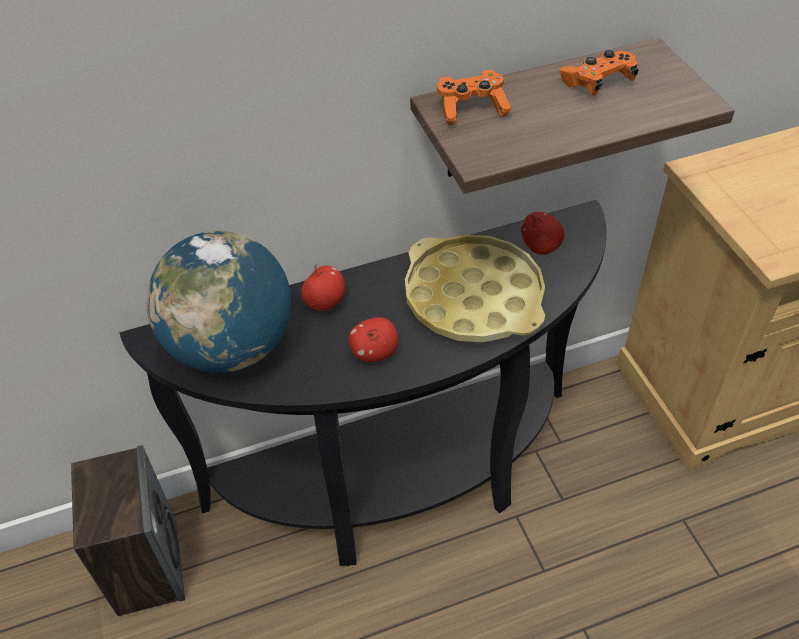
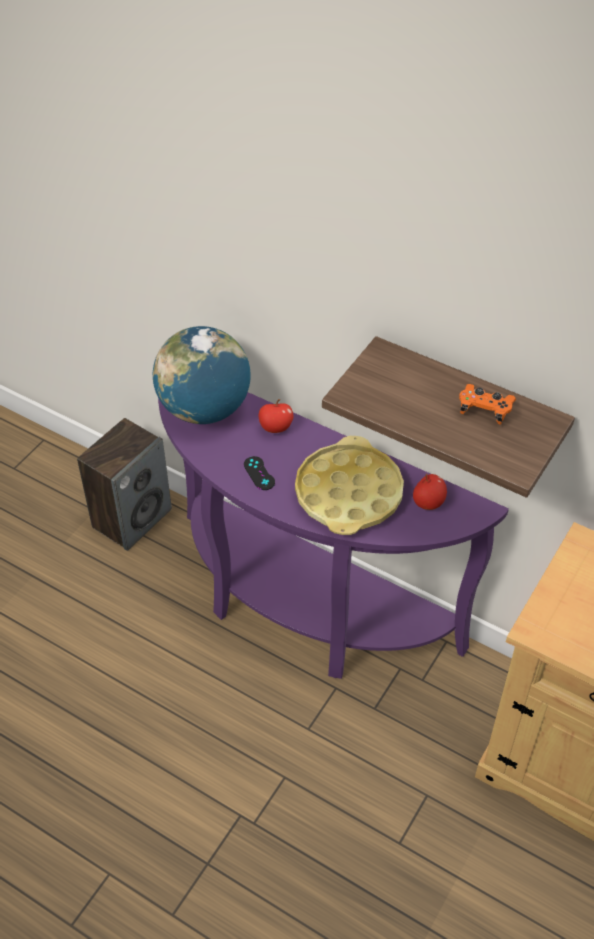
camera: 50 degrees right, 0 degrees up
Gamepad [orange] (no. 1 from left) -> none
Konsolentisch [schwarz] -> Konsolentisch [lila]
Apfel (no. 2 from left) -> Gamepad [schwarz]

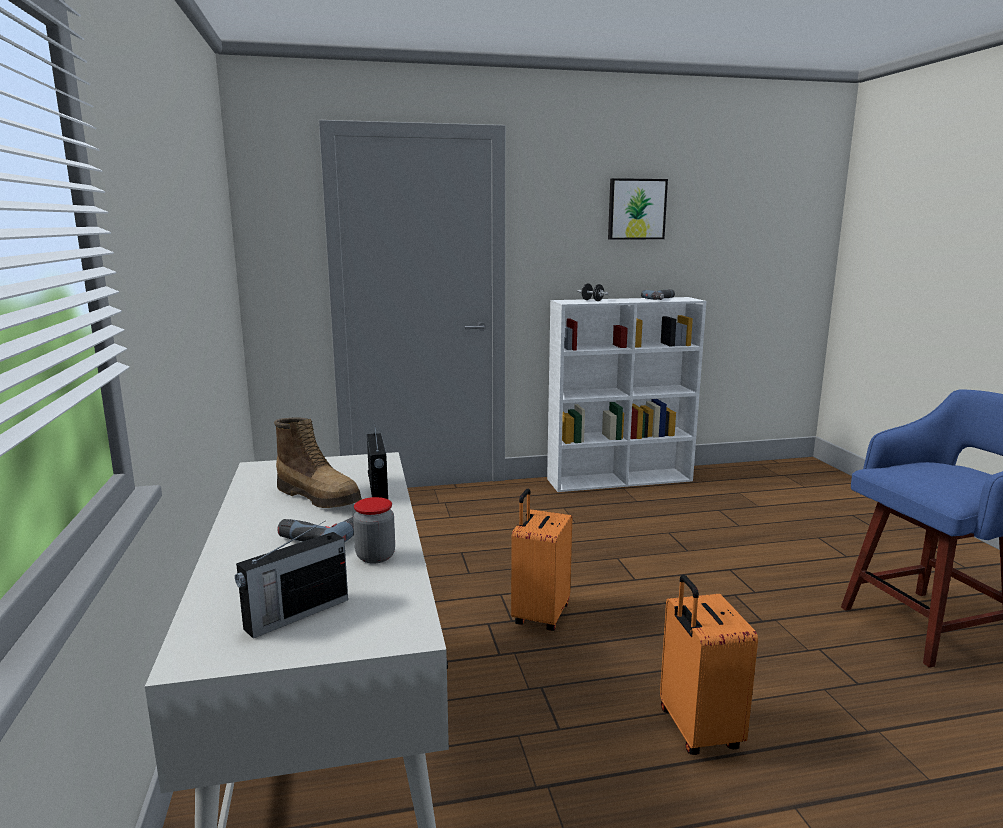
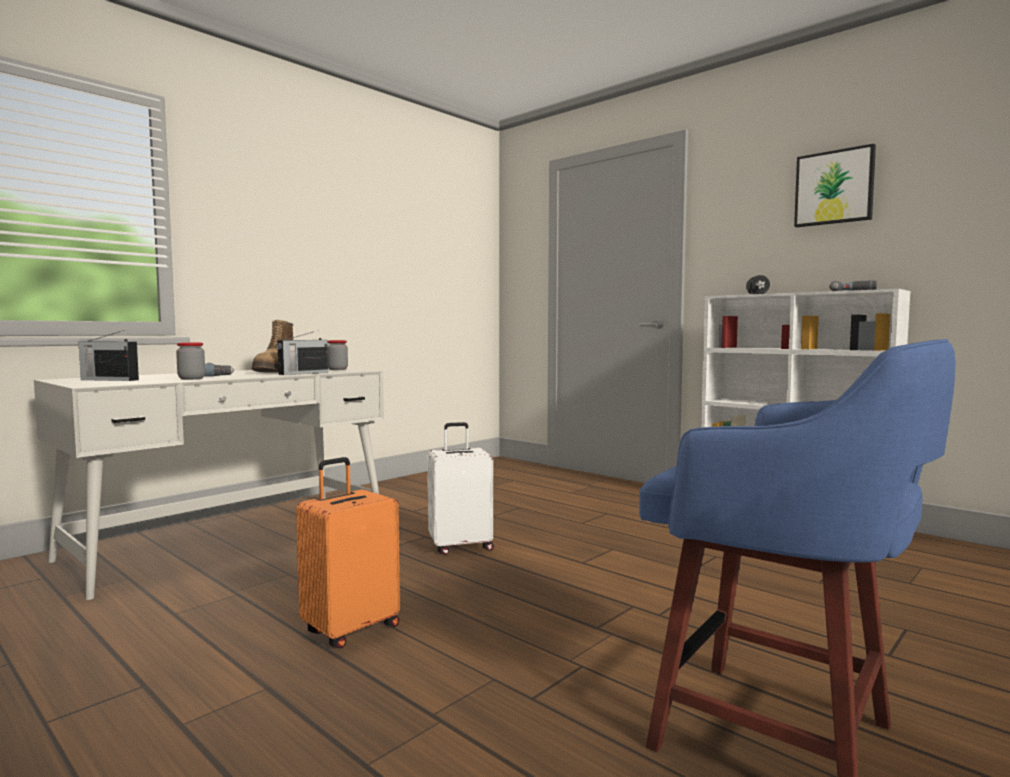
camera: 55 degrees right, 10 degrees down
Koffer [orange] (no. 1 from left) -> Koffer [weiß]
none -> Vorratsglas (no. 2 from left)

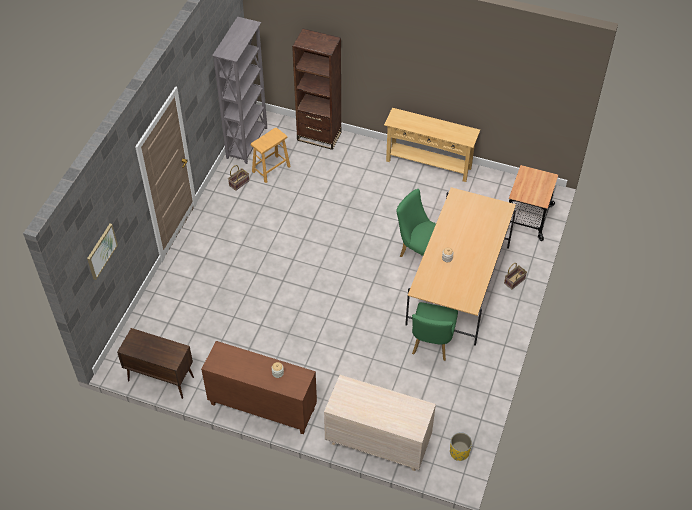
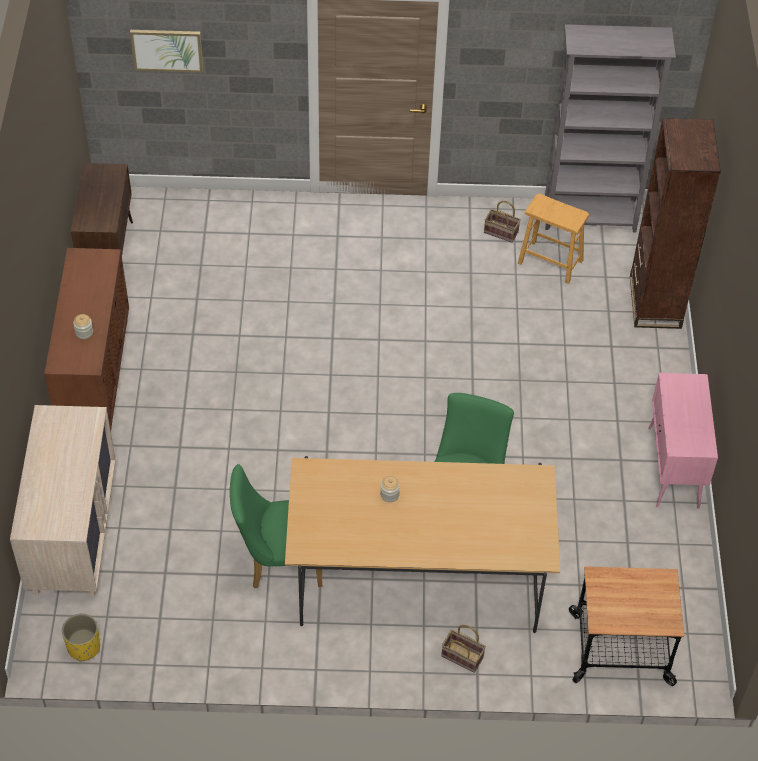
camera: 70 degrees right, 0 degrees up
Konsolentisch [beige] -> Schrank [rosa]

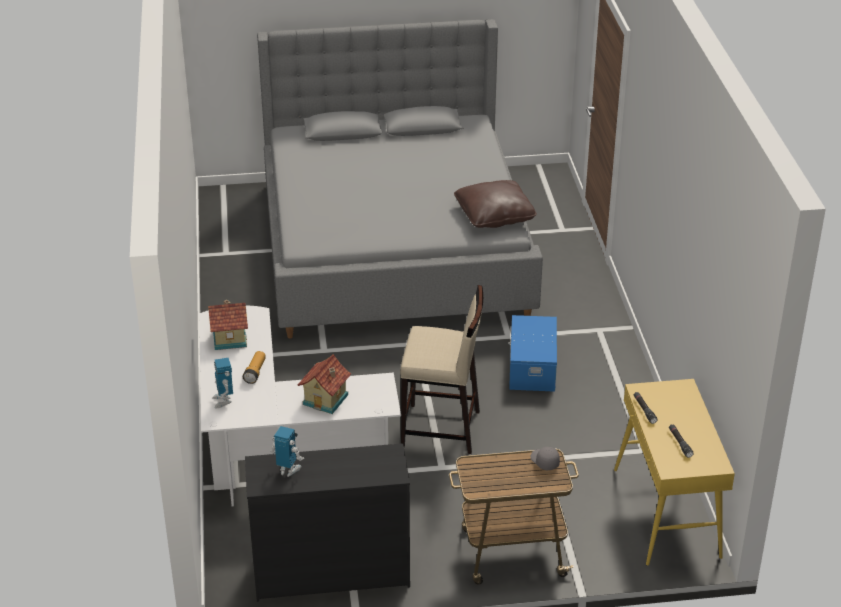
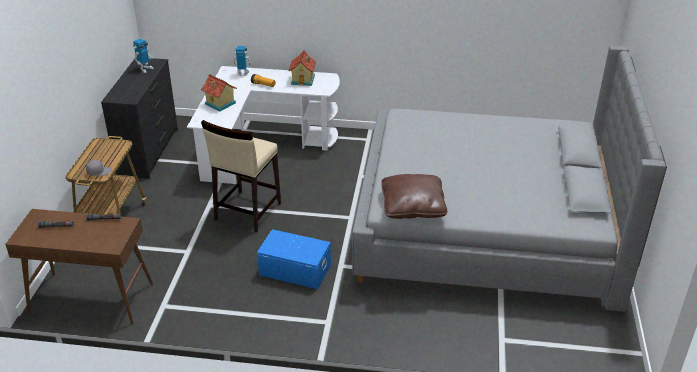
camera: 105 degrees right, 0 degrees up
Konsolentisch [gelb] -> Konsolentisch [braun]

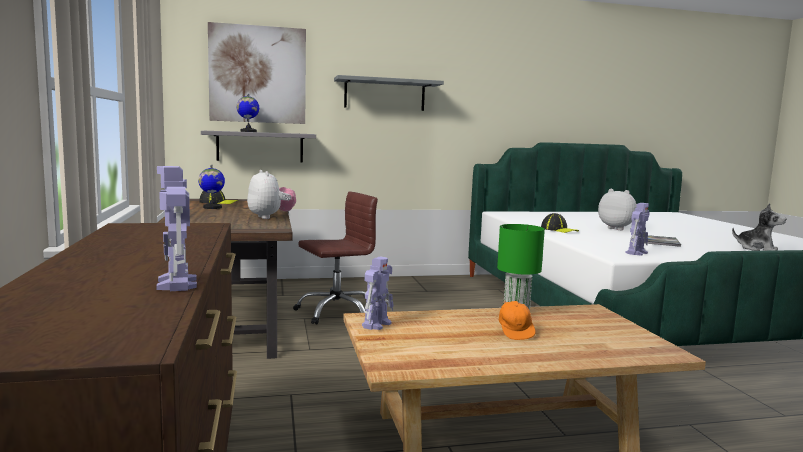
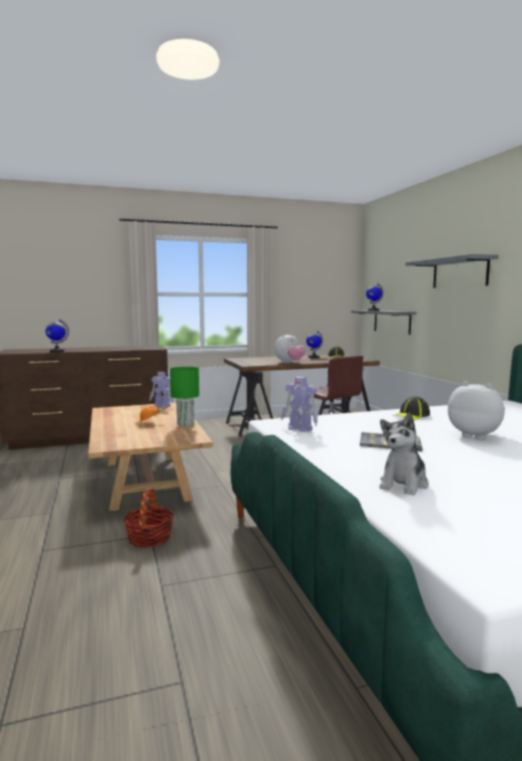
camera: 85 degrees right, 0 degrees up
Bild -> none
Spielzeugroboter (no. 1 from left) -> Globus (no. 1 from left)
Plüschtier (no. 2 from left in the first image) -> Plüschtier (no. 3 from left), 90 degrees counterclockwise
none -> Korb

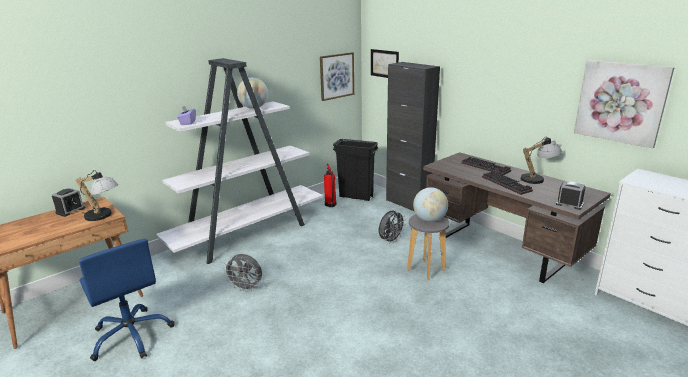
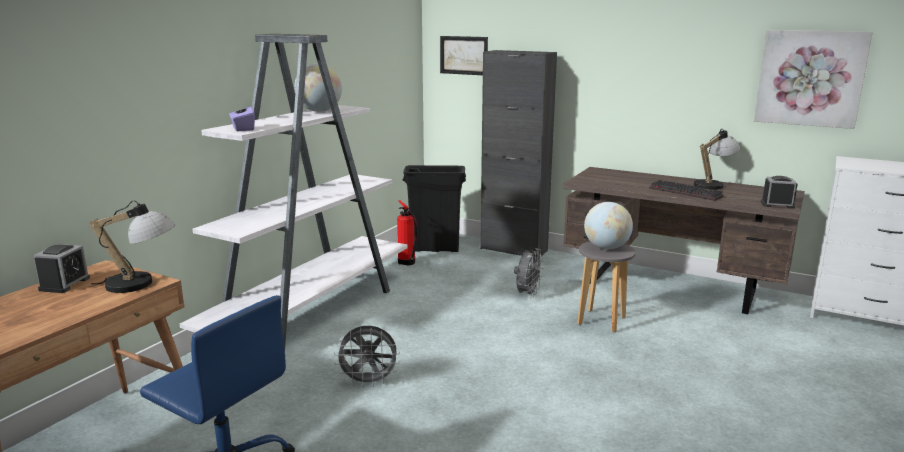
camera: 20 degrees left, 5 degrees down
Bild (no. 1 from left) -> none
Tastatur (no. 1 from left) -> none

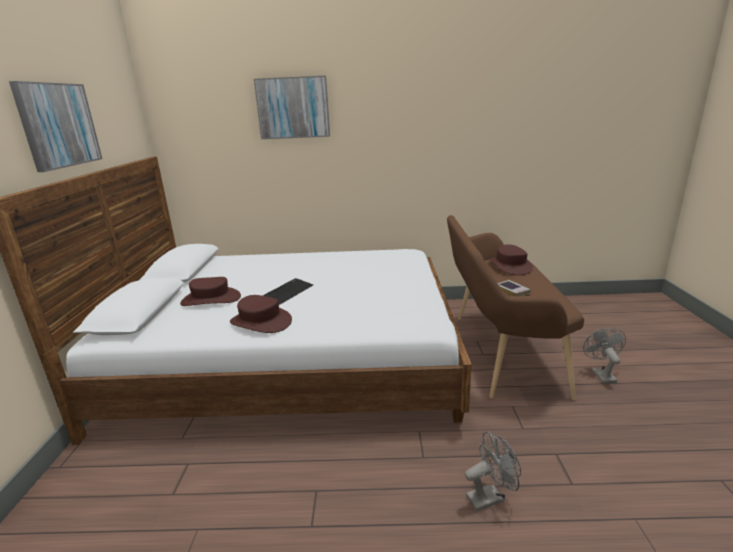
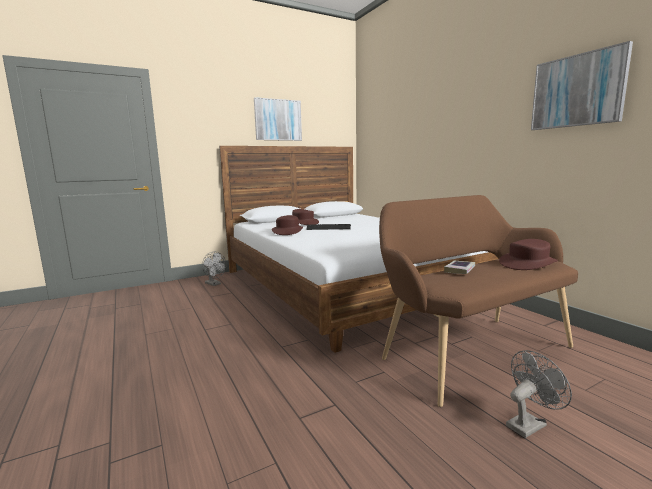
camera: 60 degrees right, 10 degrees down
Bild (no. 2 from left), shifted
Ventilator [grau] (no. 1 from left), shifted

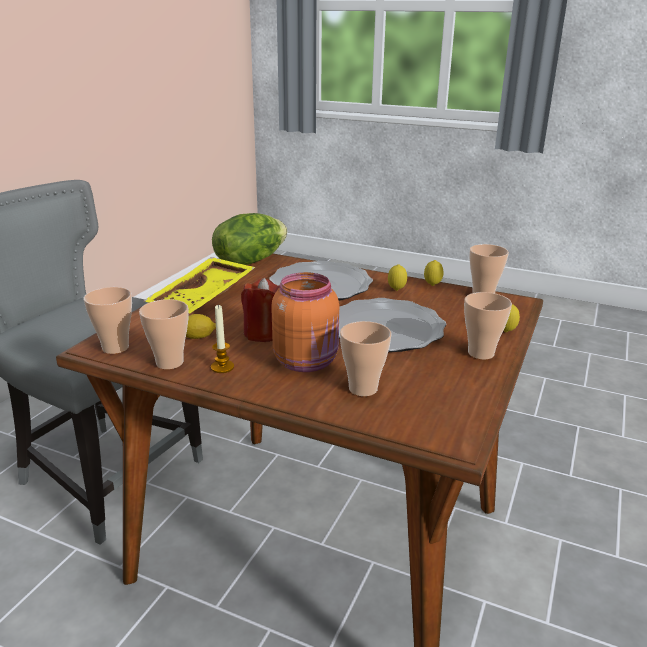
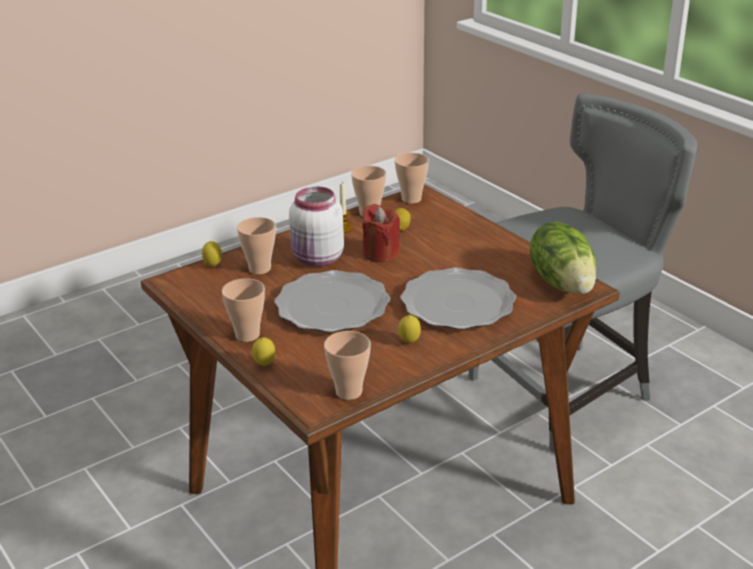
camera: 120 degrees right, 5 degrees up
Tablett [gelb] -> none
Zitrone (no. 3 from left in the first image) -> Zitrone (no. 1 from left), shifted
Vorratsglas [orange] -> Vorratsglas [weiß]

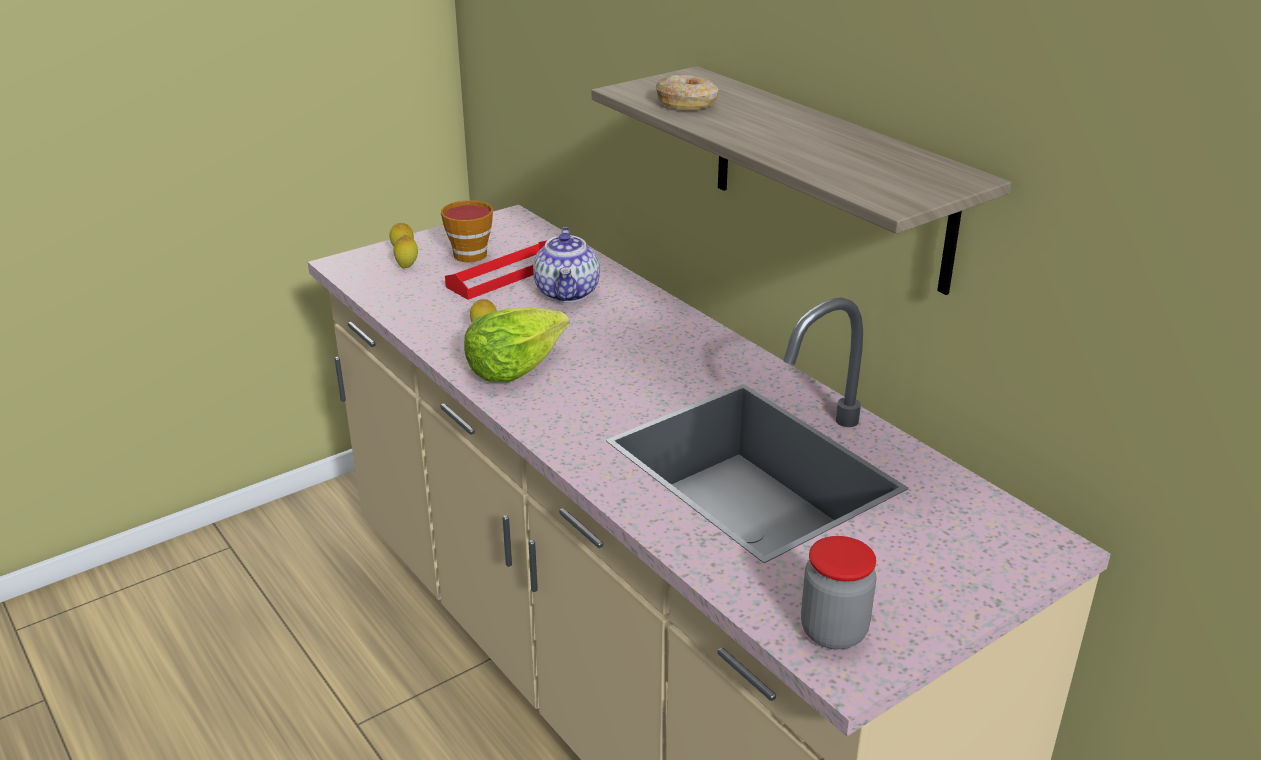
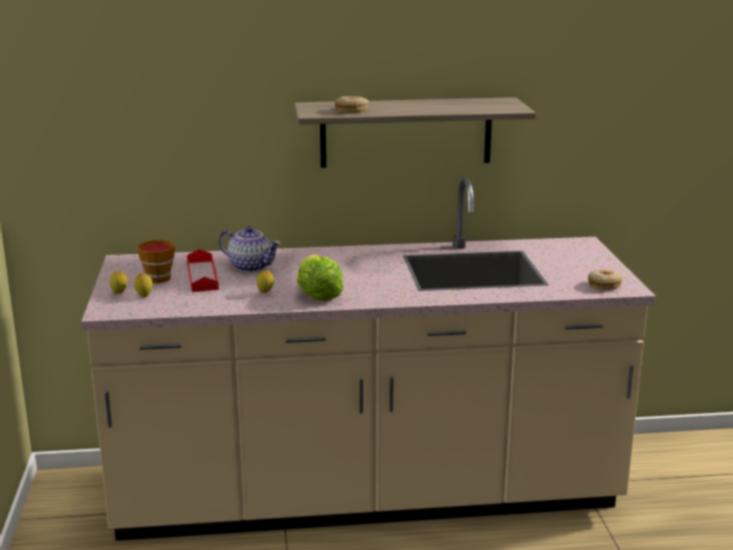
camera: 60 degrees left, 10 degrees down
Vorratsglas -> Donut (no. 2 from left)

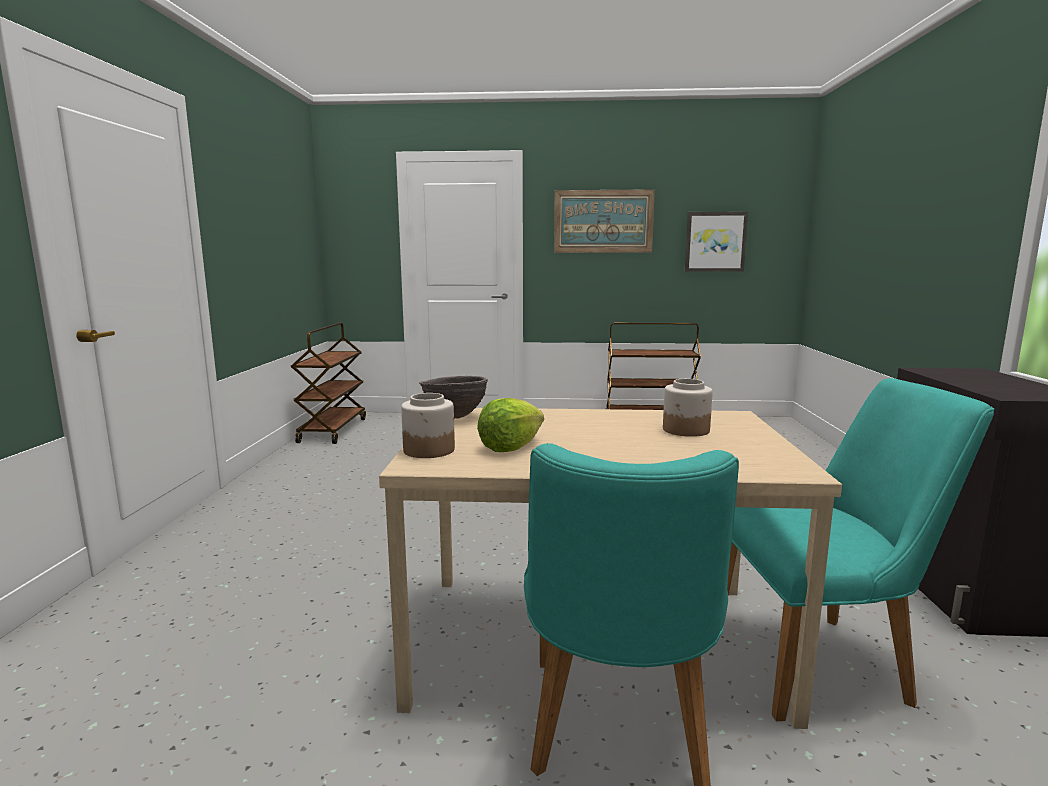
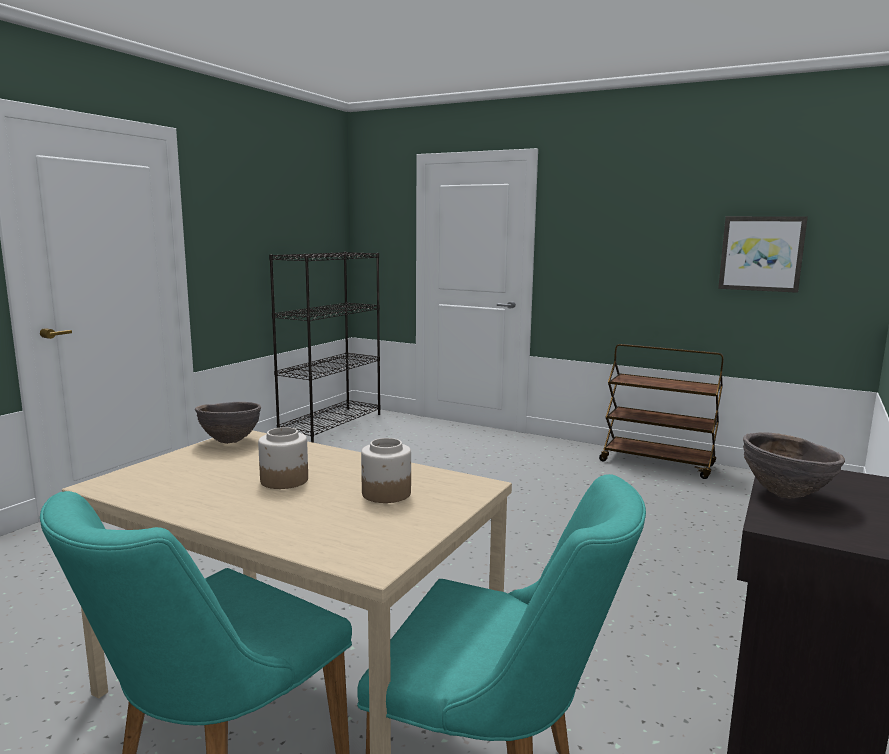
camera: 25 degrees right, 0 degrees up
Bild (no. 1 from left) -> none
Rollwagen [braun] (no. 1 from left) -> Bücherregal [schwarz]
Vorratsglas (no. 1 from left), shifted
Salatkopf -> none
none -> Schüssel [braun] (no. 2 from left)

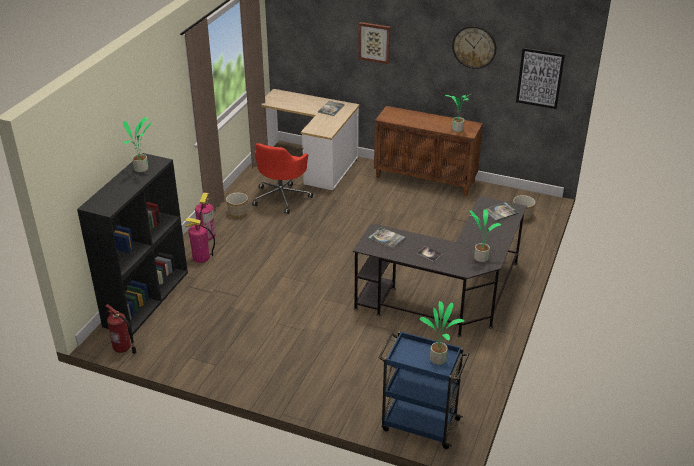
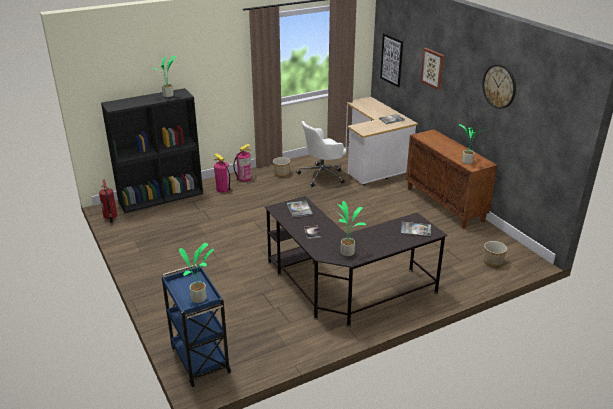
camera: 40 degrees right, 5 degrees down
Bild (no. 2 from left in the first image) -> Bild (no. 1 from left), shifted
Bürostuhl [rot] -> Bürostuhl [weiß]

